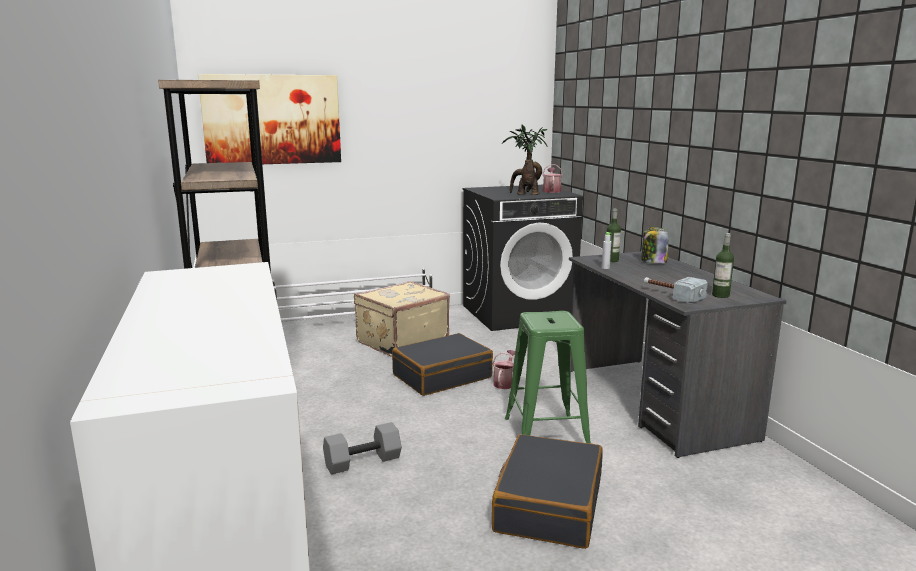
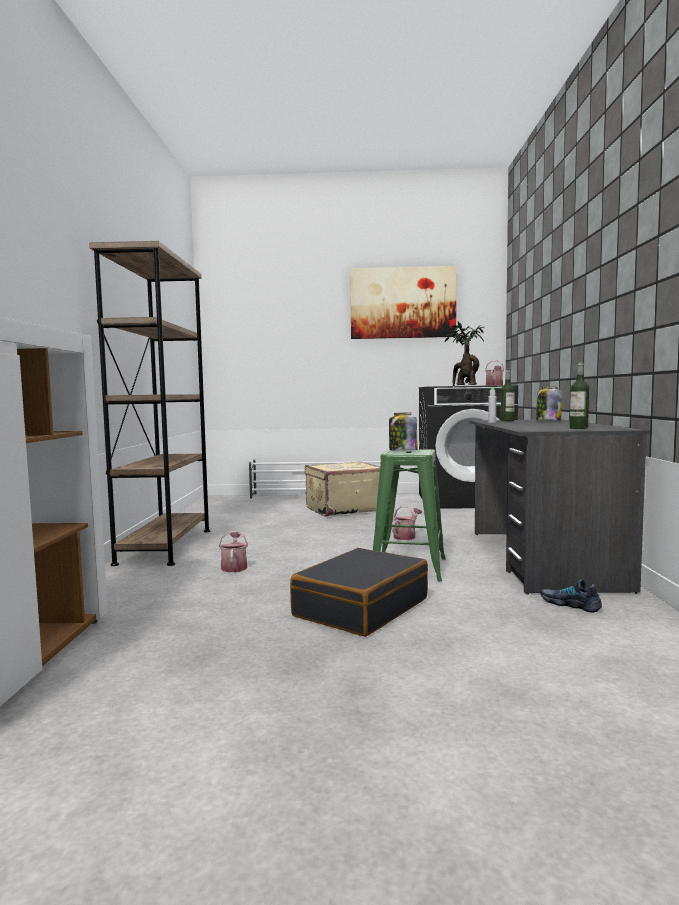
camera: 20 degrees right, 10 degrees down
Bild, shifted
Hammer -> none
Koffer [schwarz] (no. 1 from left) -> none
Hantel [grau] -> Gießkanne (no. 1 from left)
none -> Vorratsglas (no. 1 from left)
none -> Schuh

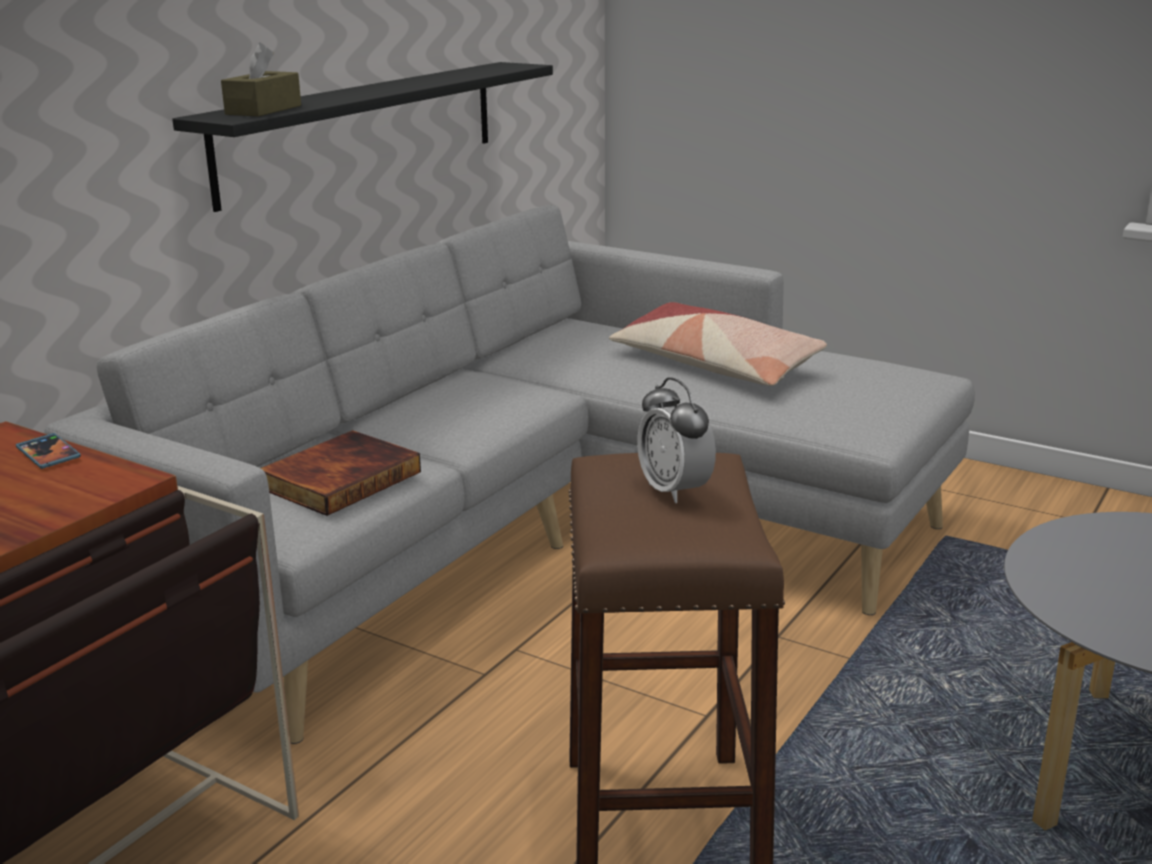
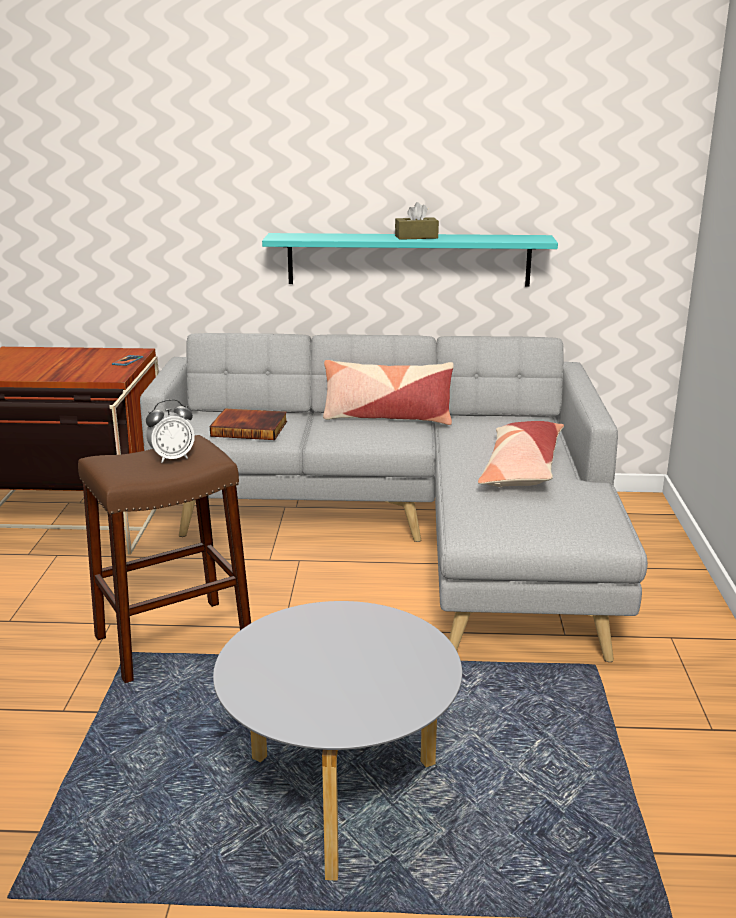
camera: 60 degrees right, 0 degrees up
Taschentuchbox [braun], shifted
Wandregal [schwarz] -> Wandregal [türkis]
Wecker, 150 degrees counterclockwise
none -> Kissen (no. 1 from left)

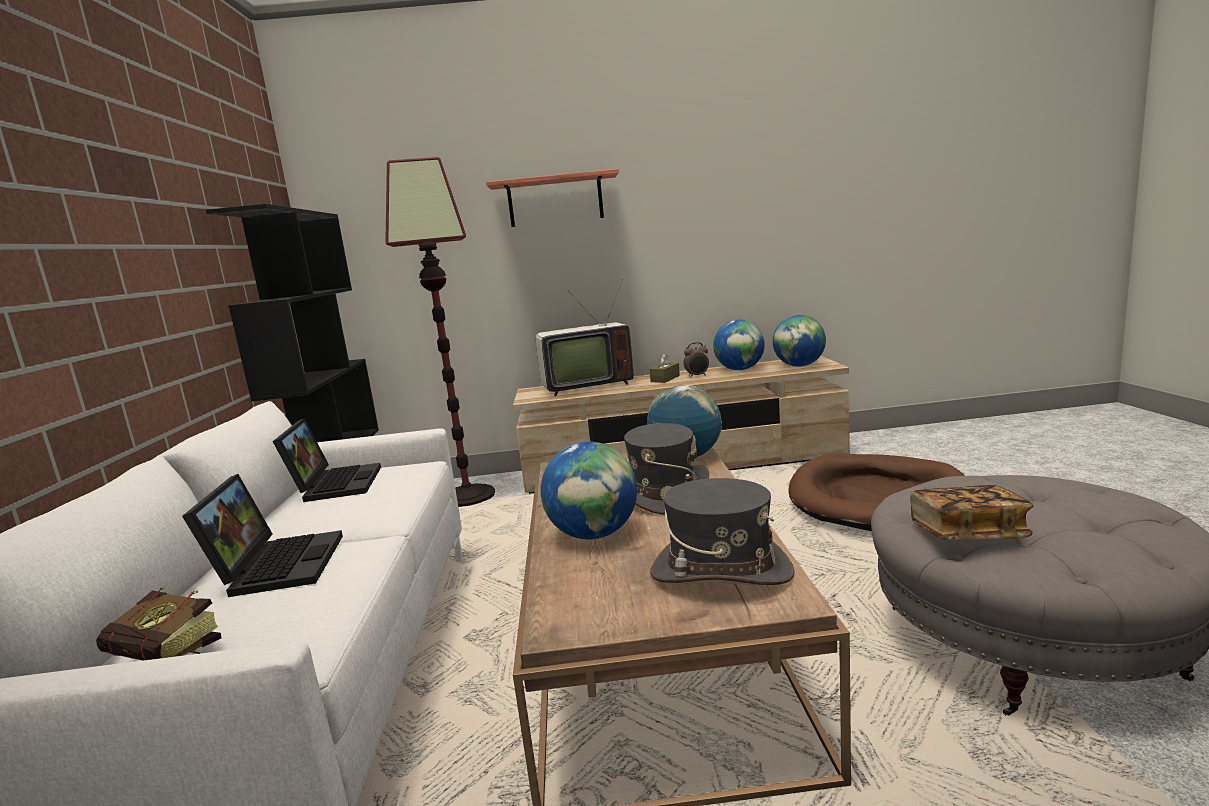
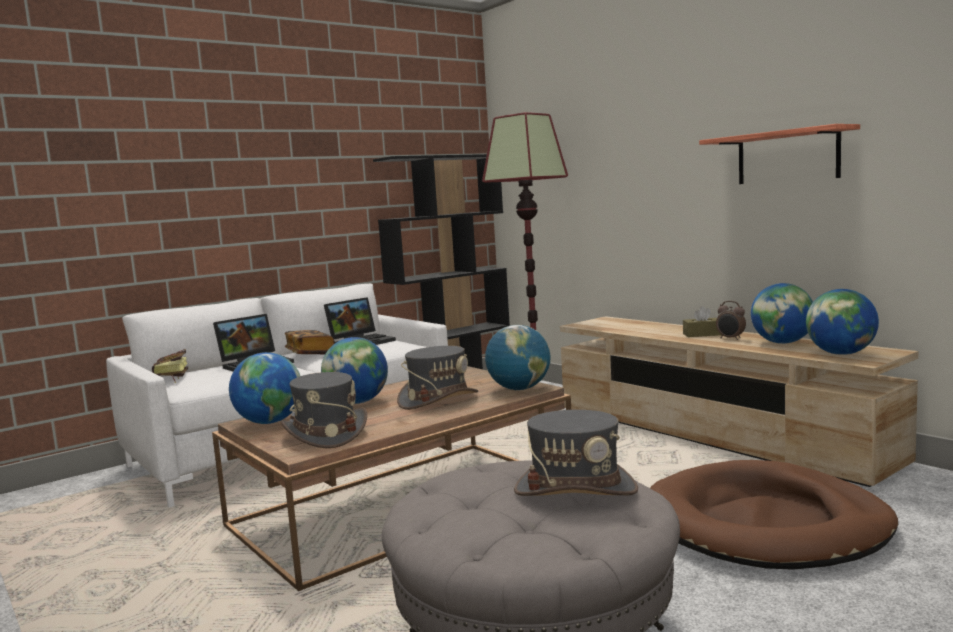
camera: 55 degrees right, 5 degrees down
Wandregal, shifted
Fernseher -> none
Buch (no. 2 from left), shifted
none -> Globus (no. 1 from left)
none -> Hut [grau] (no. 3 from left)

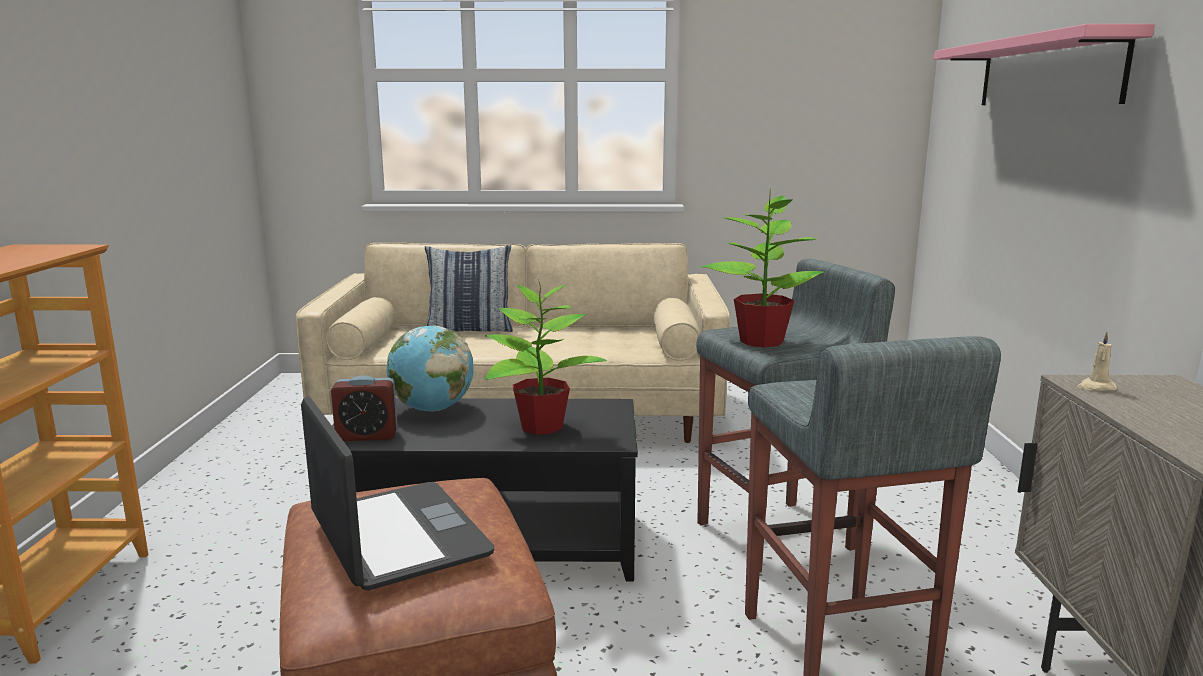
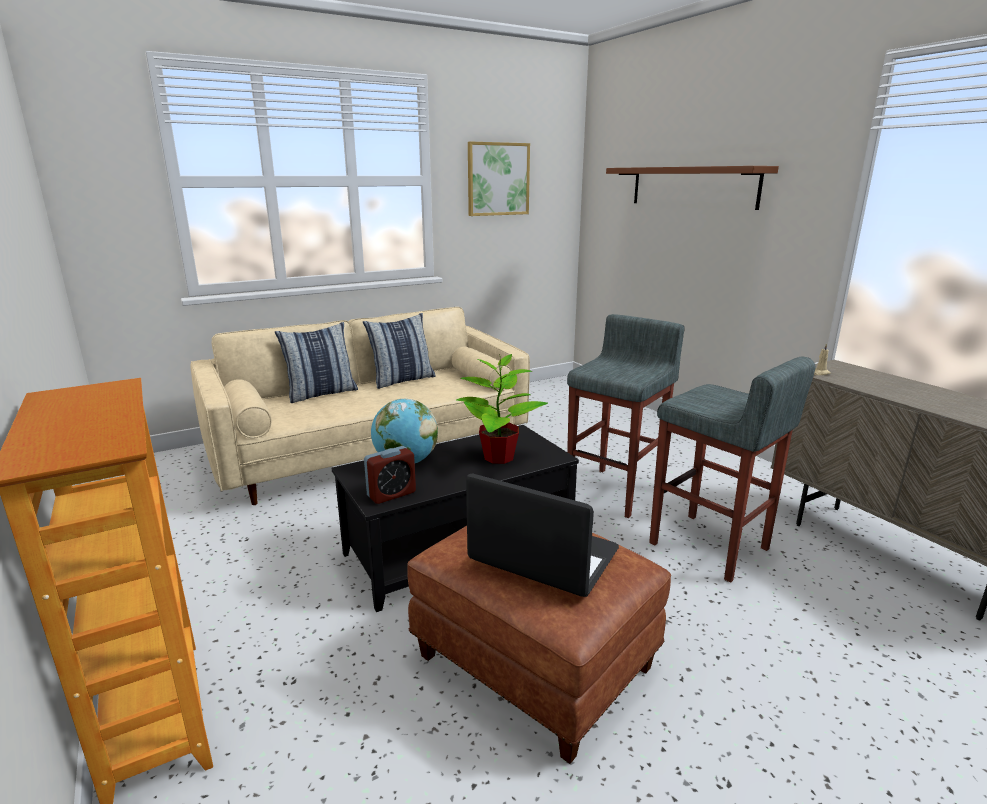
camera: 30 degrees left, 5 degrees up
Wandregal [rosa] -> Wandregal [braun]
Topfpflanze (no. 2 from left) -> none
none -> Bild
none -> Kissen (no. 2 from left)

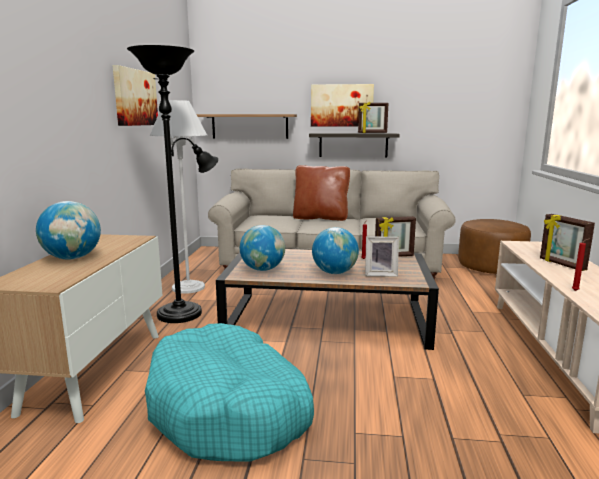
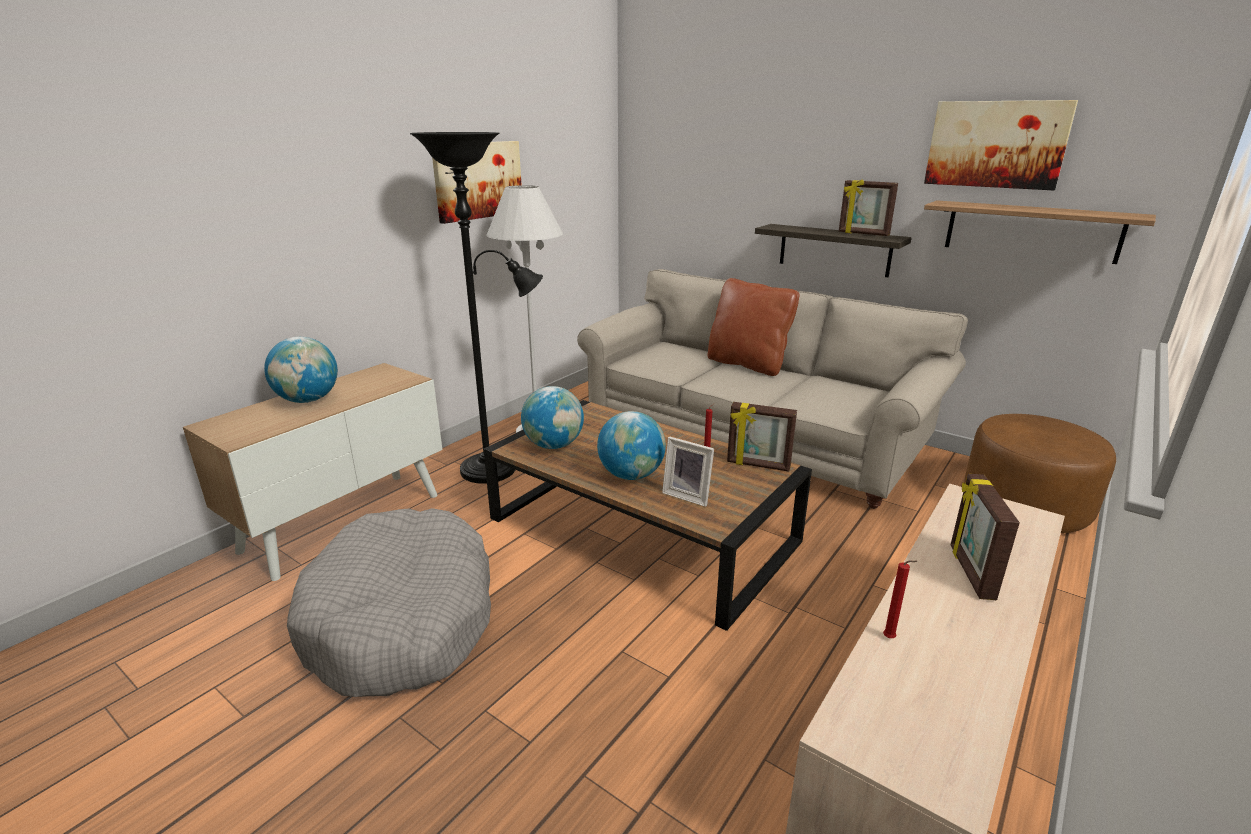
camera: 30 degrees right, 10 degrees up
Bild (no. 2 from left), shifted
Wandregal (no. 1 from left in the first image) -> Wandregal (no. 2 from left), shifted
Hundebett [türkis] -> Hundebett [grau]

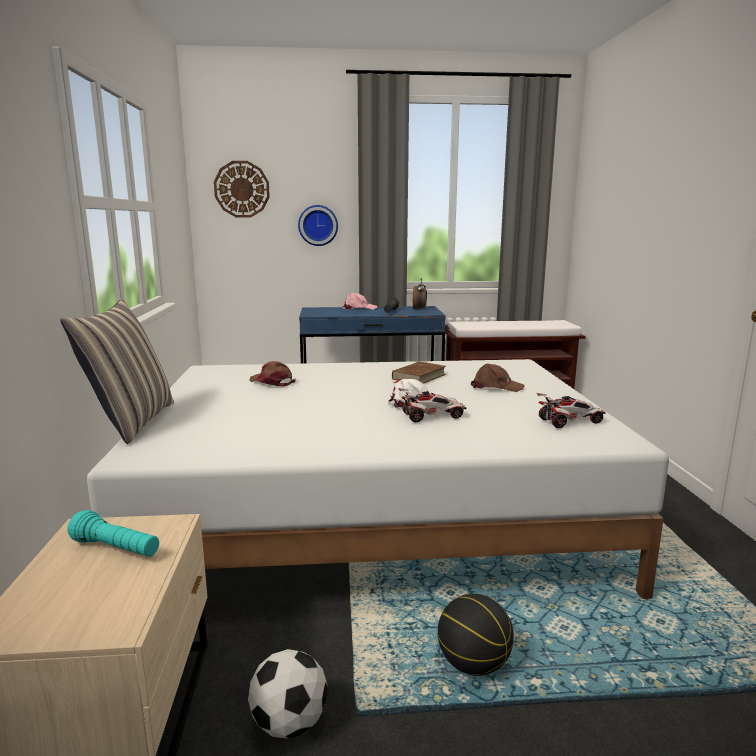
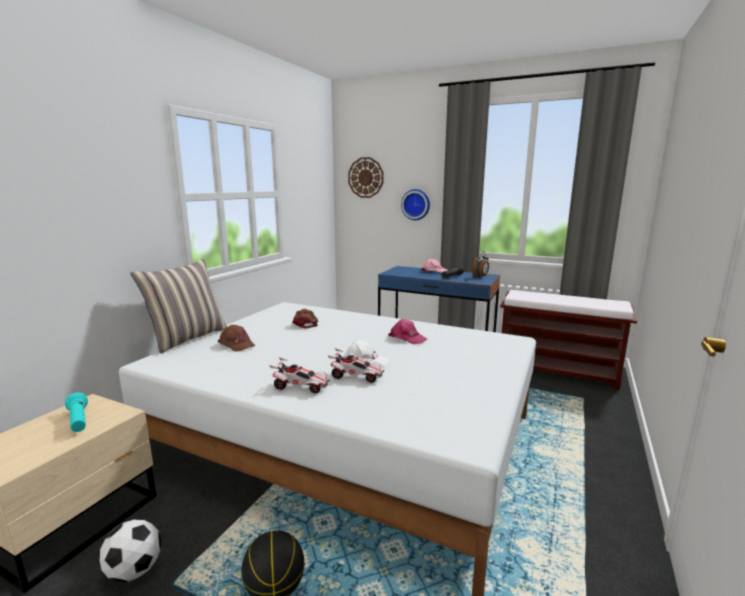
camera: 30 degrees right, 0 degrees up
Buch [braun] -> Kappe [rosa] (no. 1 from left)
Kappe [braun] (no. 2 from left in the first image) -> Kappe [braun] (no. 1 from left), shifted
Spielzeugauto (no. 2 from left in the first image) -> Spielzeugauto (no. 1 from left), shifted

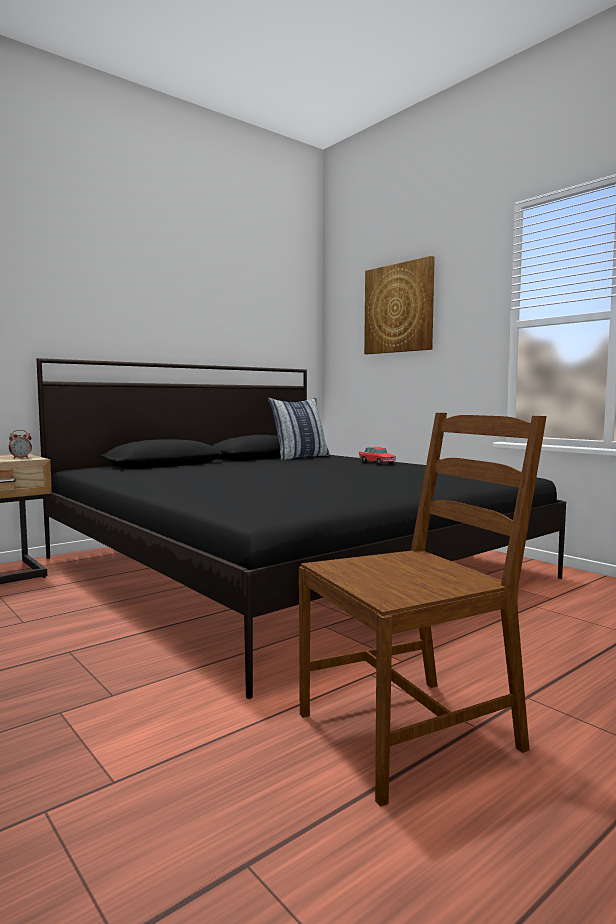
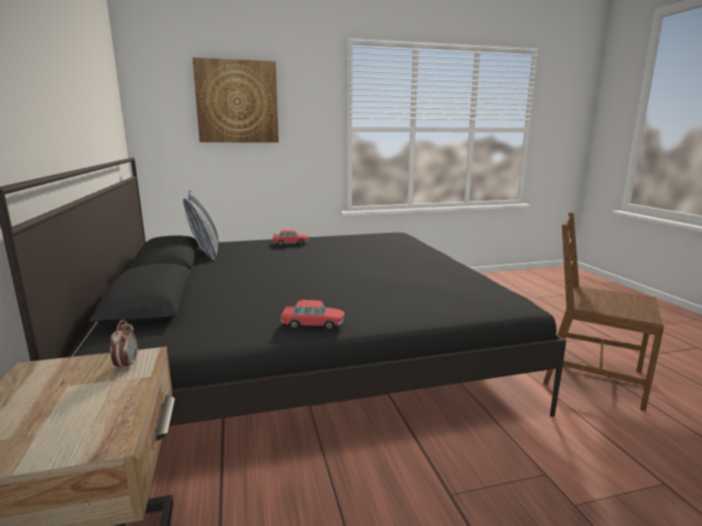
camera: 65 degrees left, 10 degrees up
Stuhl [braun], 60 degrees counterclockwise
none -> Spielzeugauto (no. 2 from left)

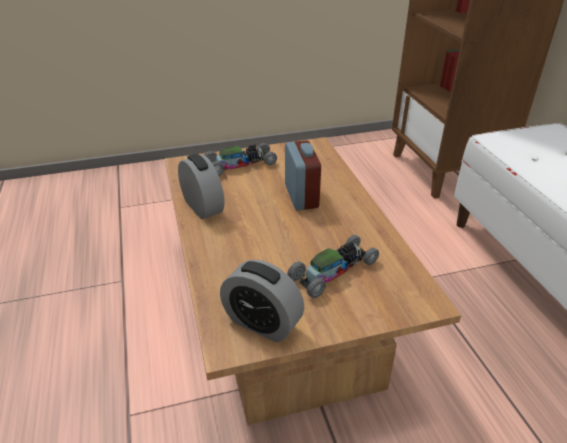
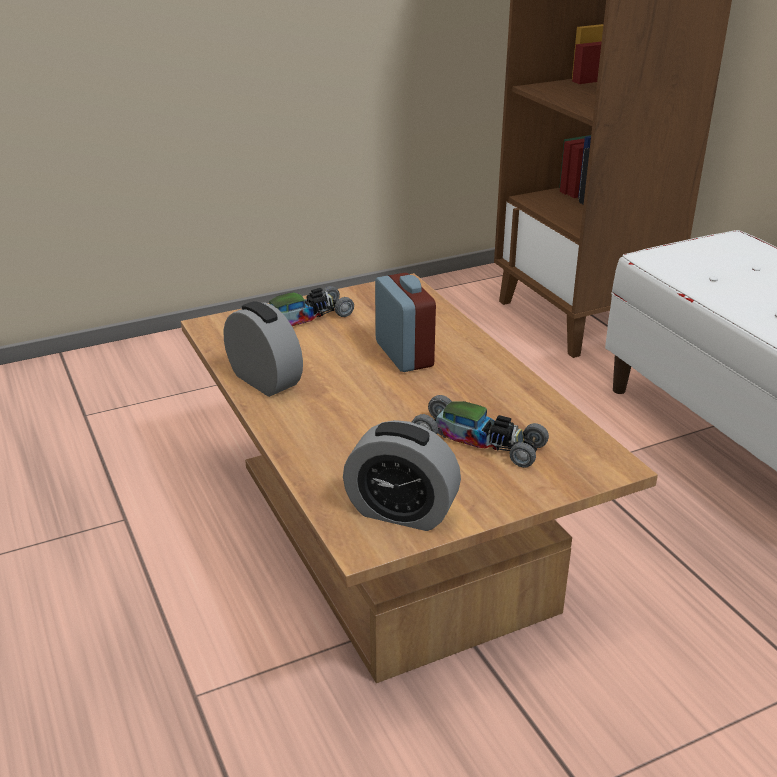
camera: 10 degrees left, 5 degrees down
Spielzeugauto (no. 2 from left), 75 degrees clockwise

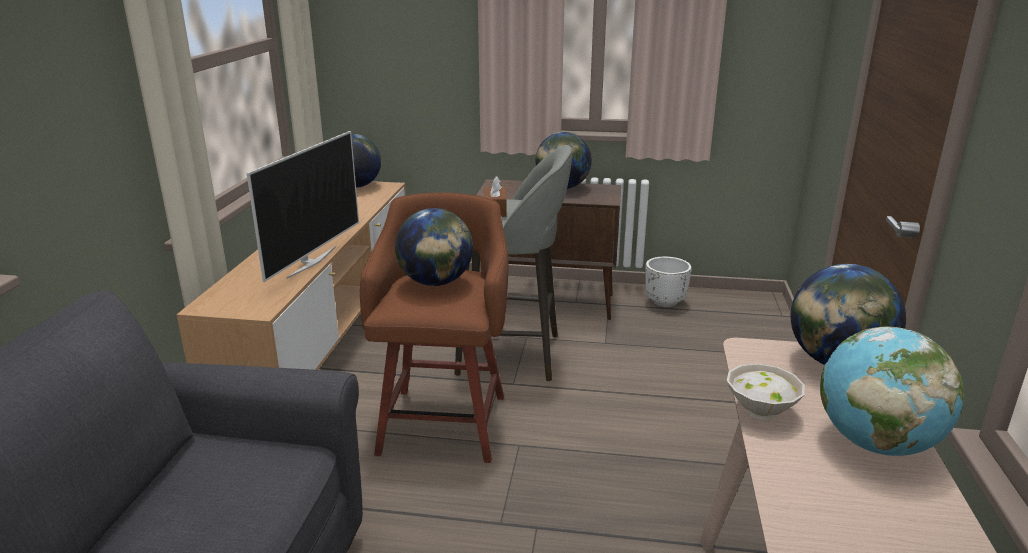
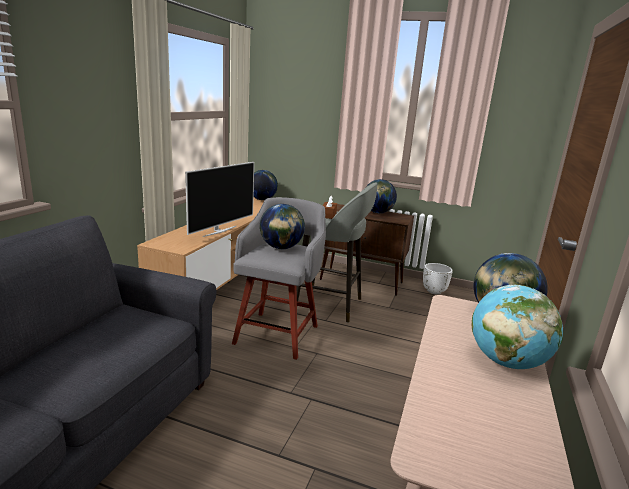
camera: 10 degrees right, 5 degrees down
Hocker [braun] -> Hocker [grau] (no. 1 from left)
Schüssel [weiß] -> none

